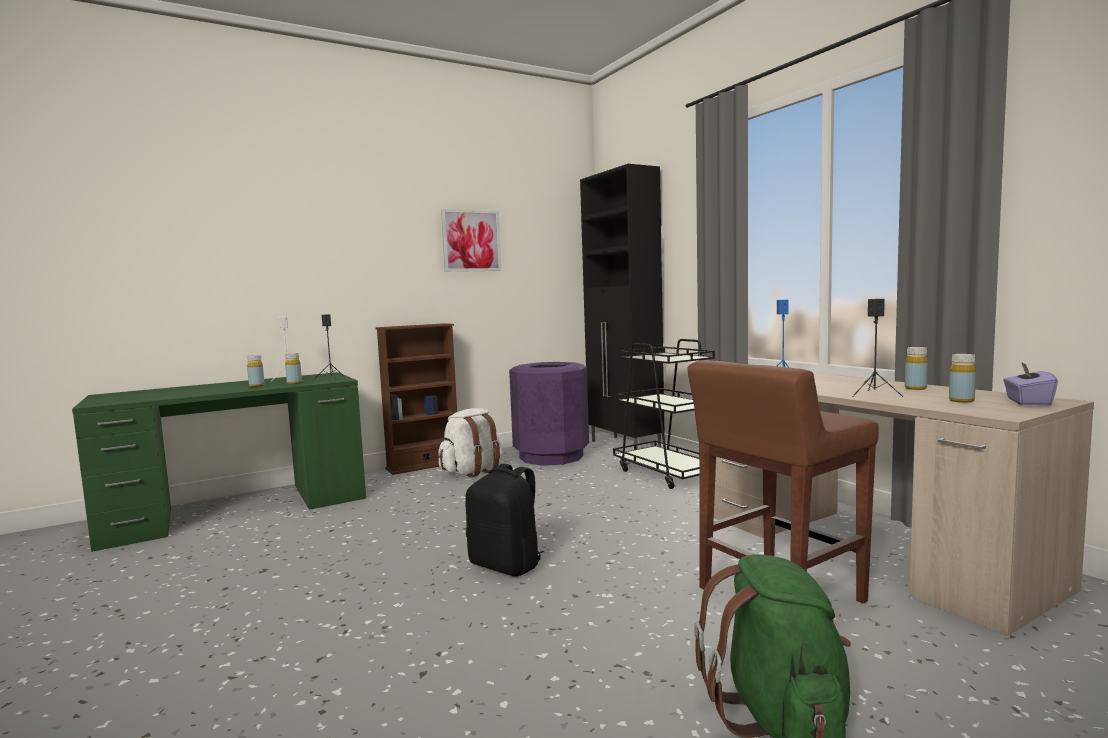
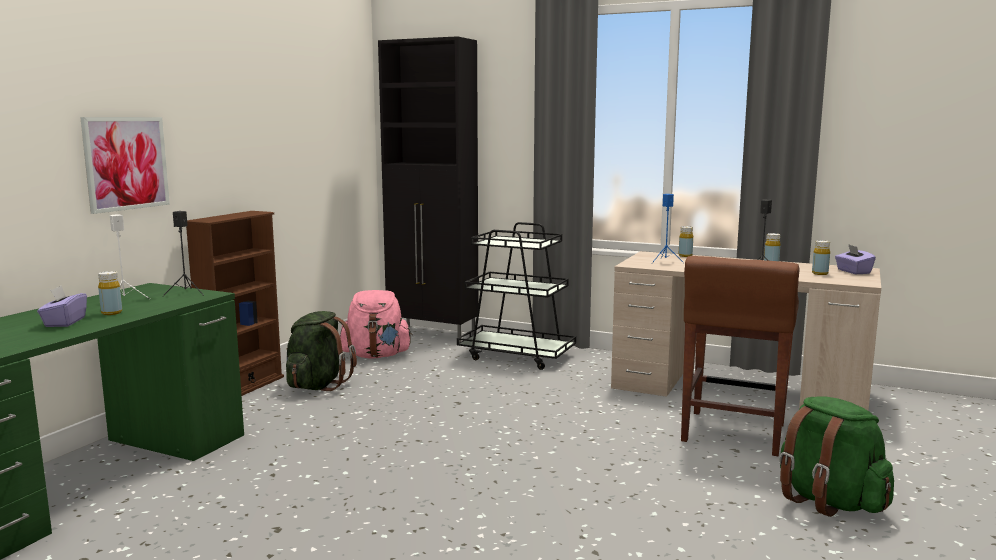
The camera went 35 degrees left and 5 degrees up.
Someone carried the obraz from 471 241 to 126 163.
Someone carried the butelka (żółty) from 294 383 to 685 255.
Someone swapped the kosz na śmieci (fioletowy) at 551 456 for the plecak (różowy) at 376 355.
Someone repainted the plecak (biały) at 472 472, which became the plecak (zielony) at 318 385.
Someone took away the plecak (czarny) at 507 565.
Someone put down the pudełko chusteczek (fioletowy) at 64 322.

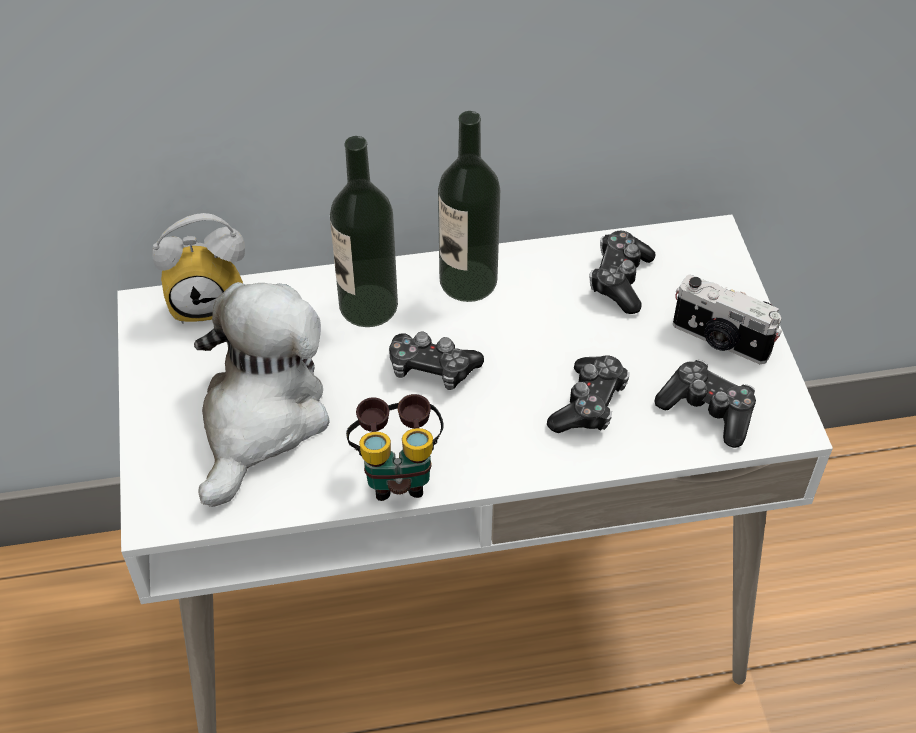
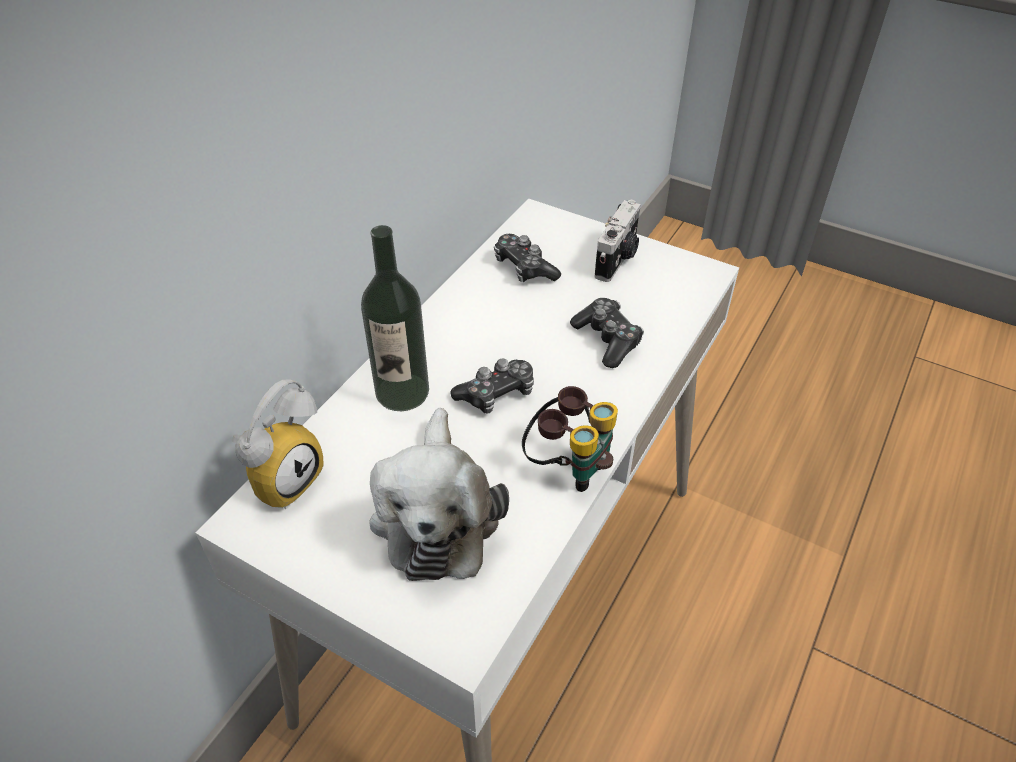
The camera went 50 degrees left and 5 degrees down.
Someone took away the butelka at 468 281.
Someone rotated the aparat fotograficzny at 720 341 by 45 degrees counterclockwise.
Someone rotated the pluszak at 261 418 by 150 degrees counterclockwise.
Someone took away the pad do gier at 707 410.

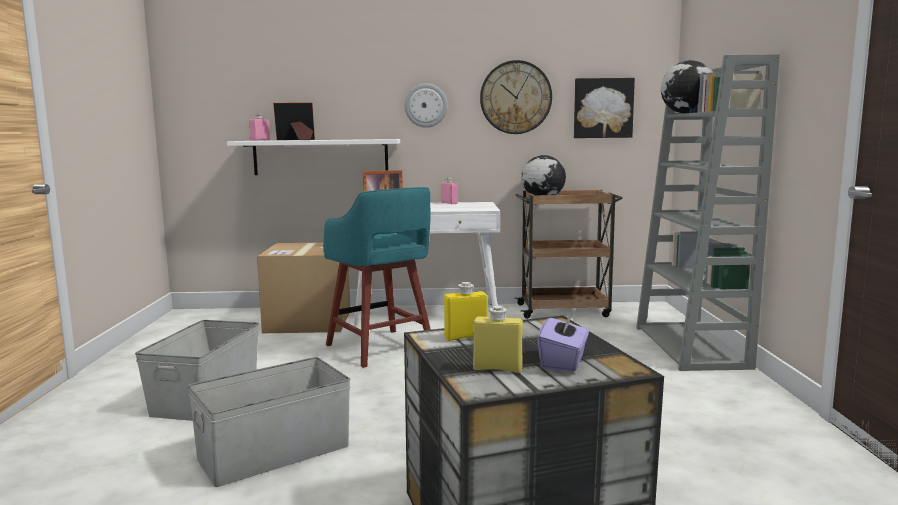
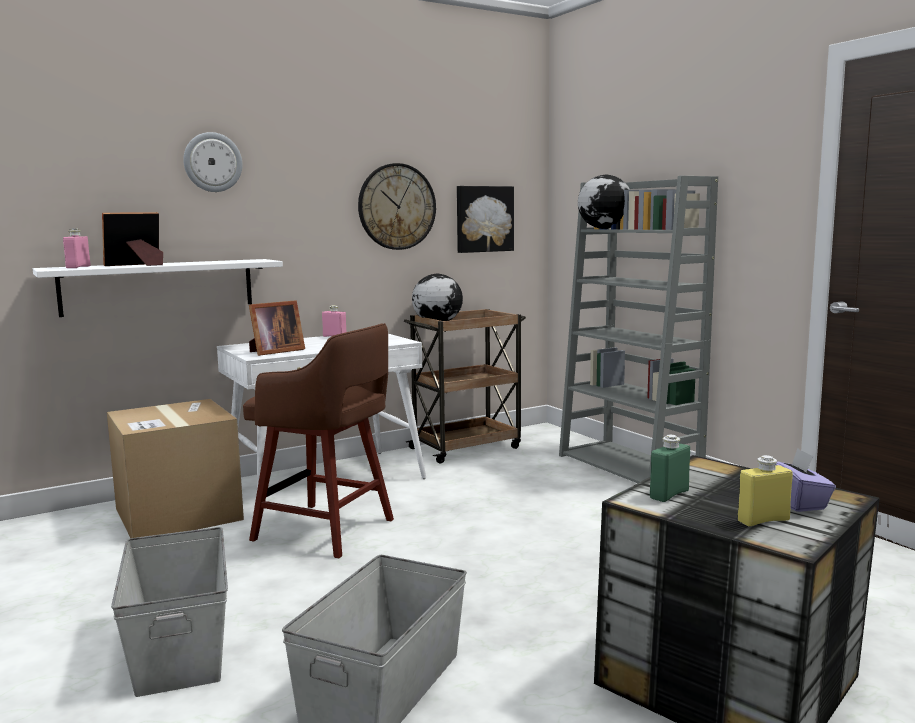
The camera went 30 degrees left and 0 degrees up.
Someone carried the zegar ścienny from 426 105 to 212 162.
Someone repainted the stołek (turkusowy) at 381 349, which became the stołek (brązowy) at 327 530.
Someone repainted the butelka (żółty) at 466 337, which became the butelka (zielony) at 669 494.

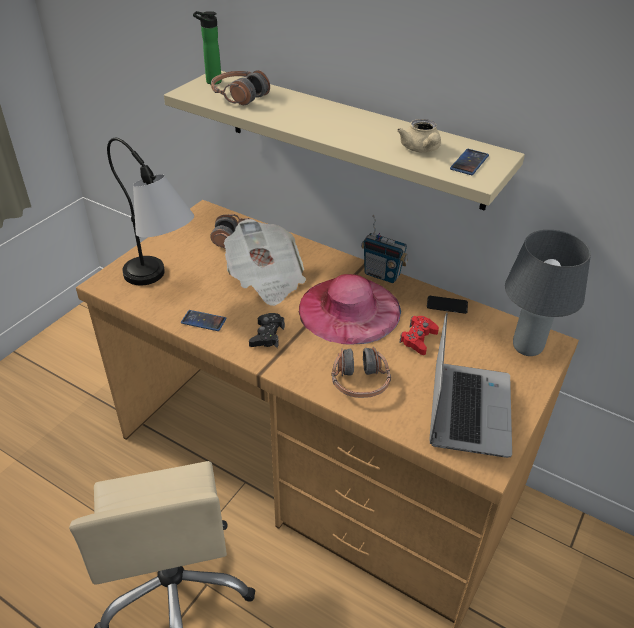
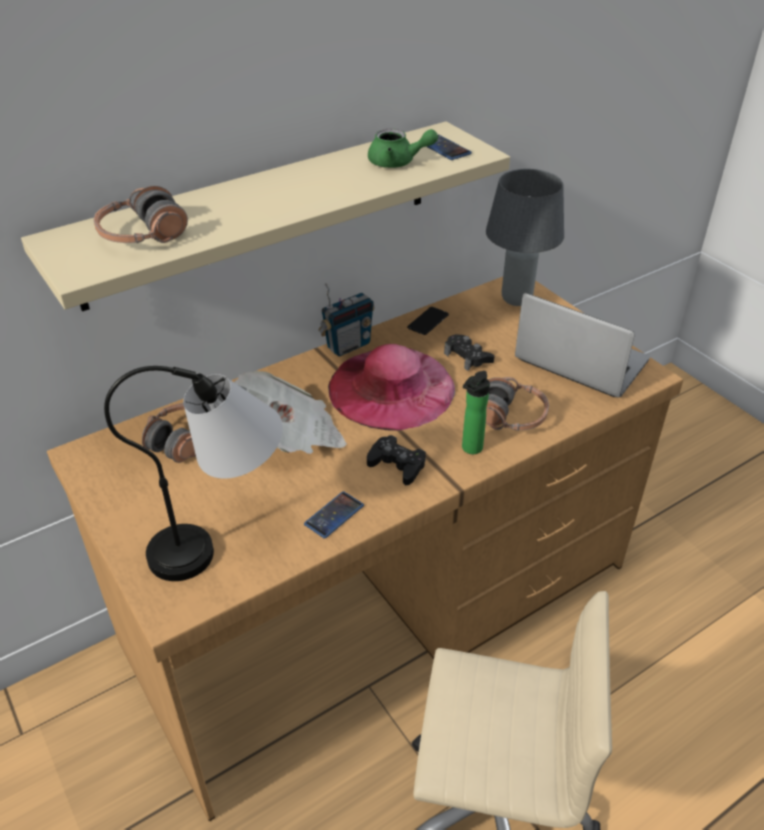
The camera went 65 degrees left and 0 degrees up.
Someone carried the butelka from 211 81 to 470 449.
Someone repainted the imbryk (beżowy) at 421 149, which became the imbryk (zielony) at 398 163.
Someone repainted the pad do gier (czerwony) at 418 339, which became the pad do gier (czarny) at 468 357.

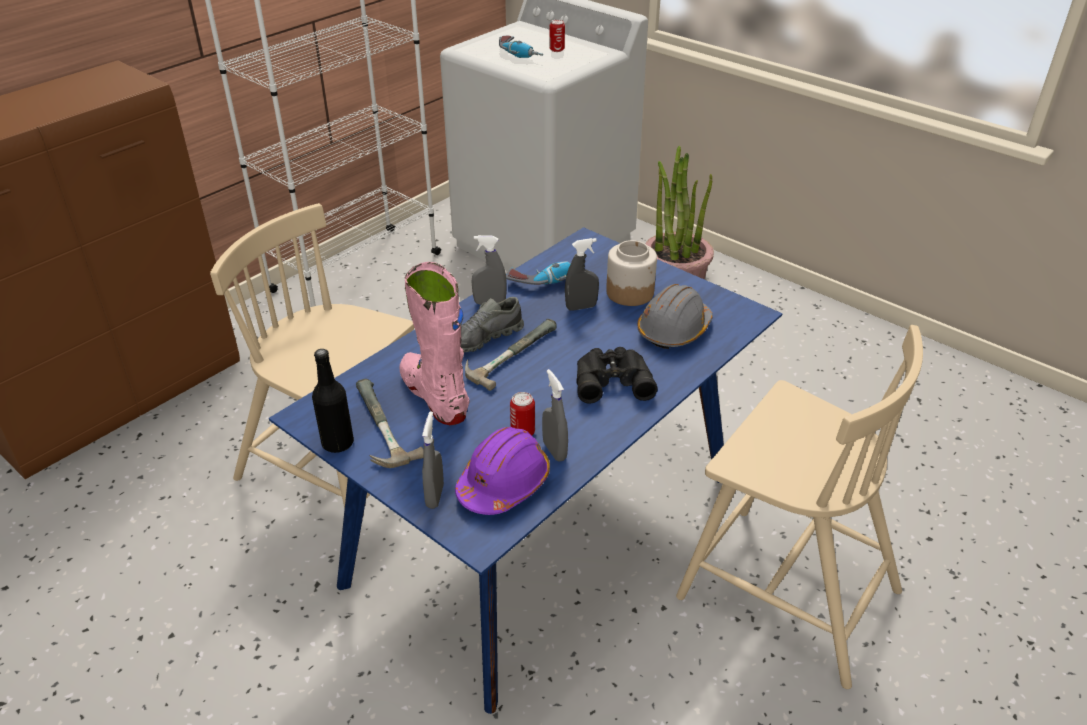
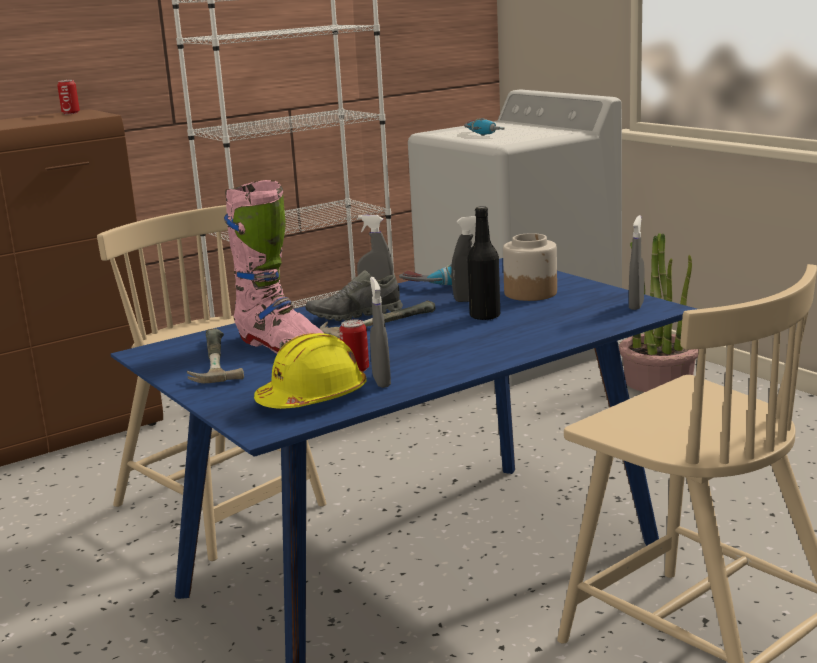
The camera went 15 degrees right and 20 degrees down.
Someone carried the puszka from 557 50 to 70 113.
Someone rotated the but z cholewką (różowy) at 435 396 by 150 degrees clockwise.
Someone took away the kask (szary) at 674 330.
Someone took away the lornetka (czarny) at 611 379.
Someone carried the butelka (czarny) from 337 443 to 485 316.
Someone carried the spryskiwacz (szary) from 435 496 to 636 305.
Someone repainted the kask (fioletowy) at 504 484, which became the kask (żółty) at 313 398.

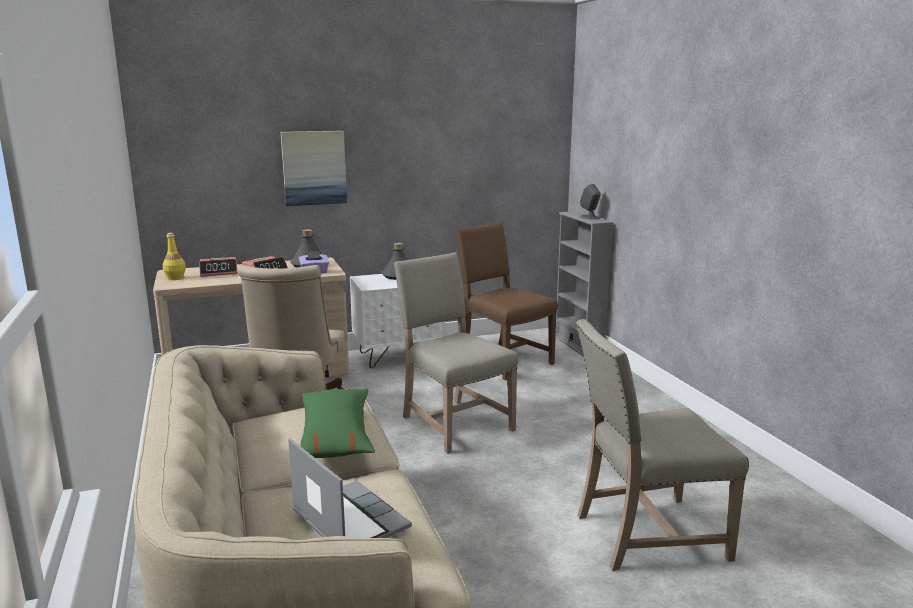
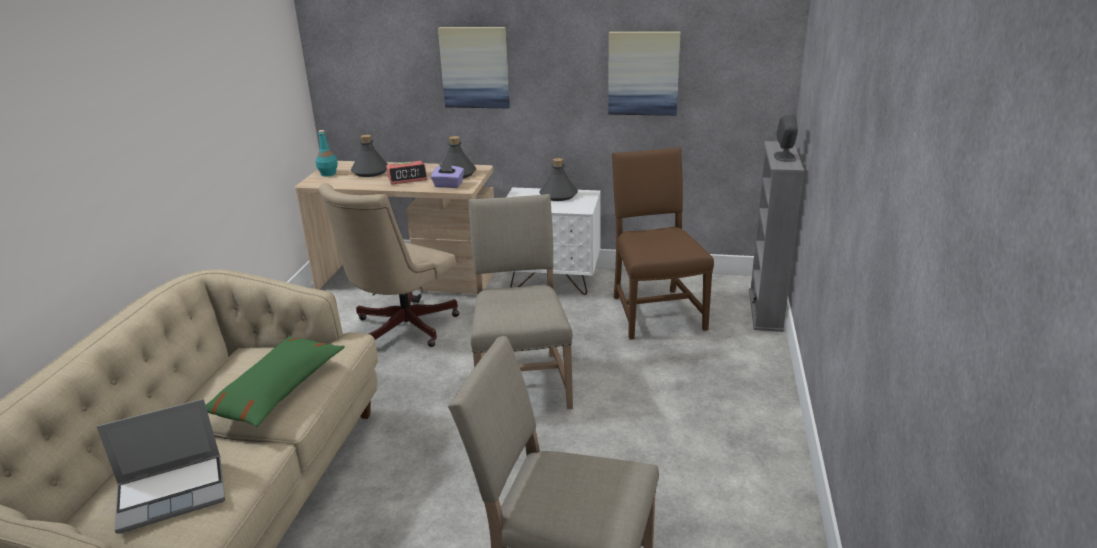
The camera went 30 degrees right and 10 degrees up.
Someone repainted the butelka (żółty) at 175 278, which became the butelka (turkusowy) at 328 174.
Someone swapped the budzik at 219 272 for the butelka (szary) at 370 172.
Someone rotated the laptop at 348 520 by 75 degrees clockwise.
Someone put up the obraz at 643 73.

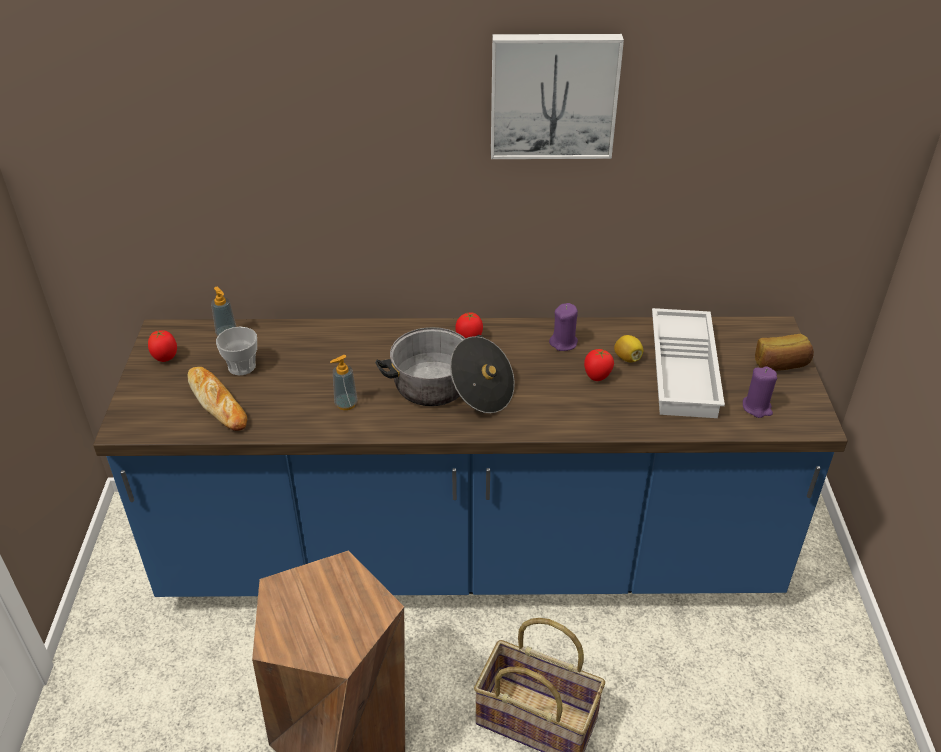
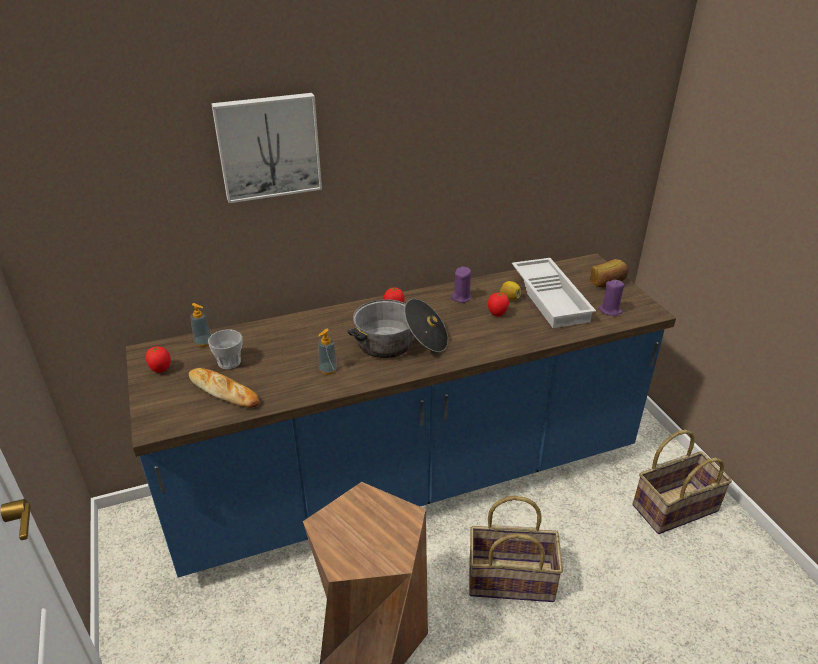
The camera went 20 degrees left and 5 degrees down.
Someone carried the obraz from 553 95 to 268 146.
Someone put down the koszyk at 674 507.

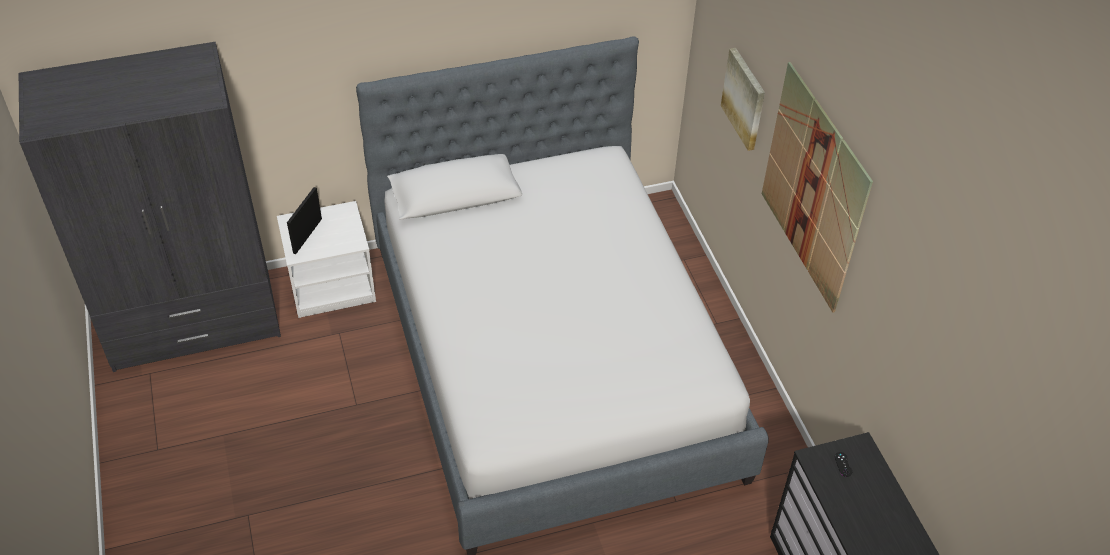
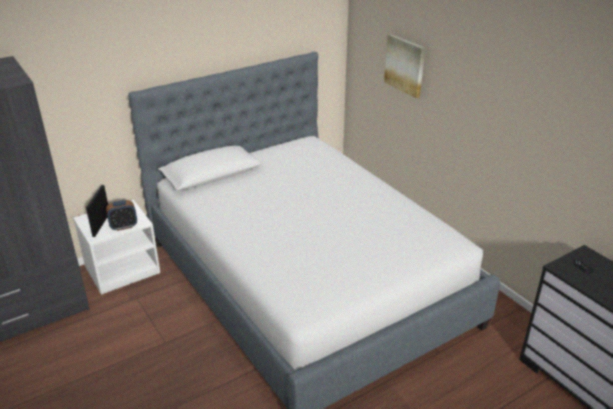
The camera went 15 degrees left and 15 degrees down.
Someone took away the obraz at 812 187.
Someone put down the budzik at 123 226.

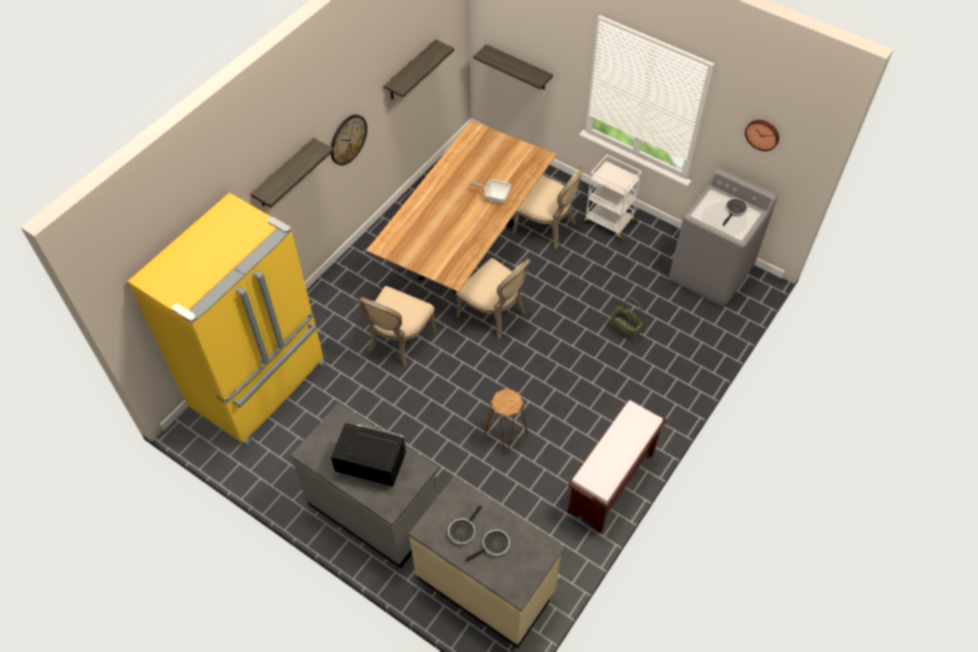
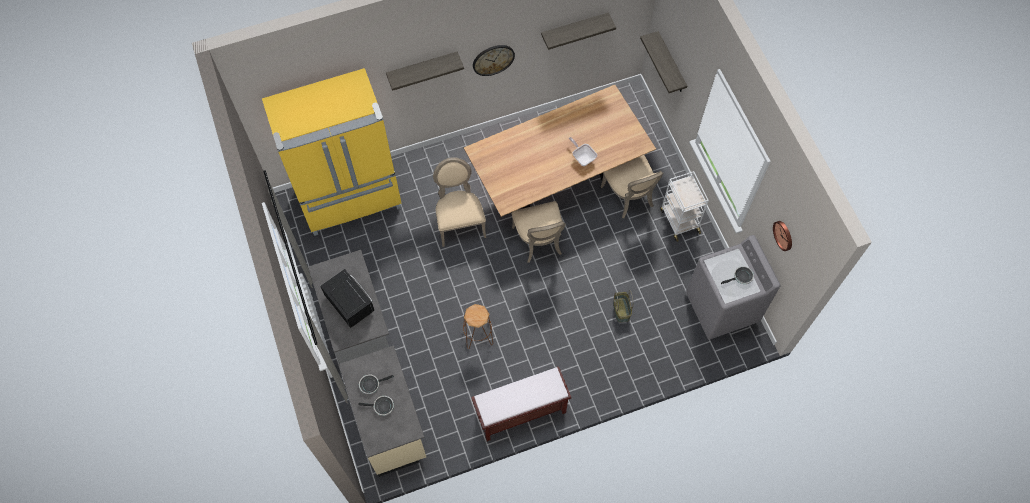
The camera went 35 degrees right and 10 degrees up.
Someone rotated the krzesło (beżowy) at 398 341 by 105 degrees clockwise.

